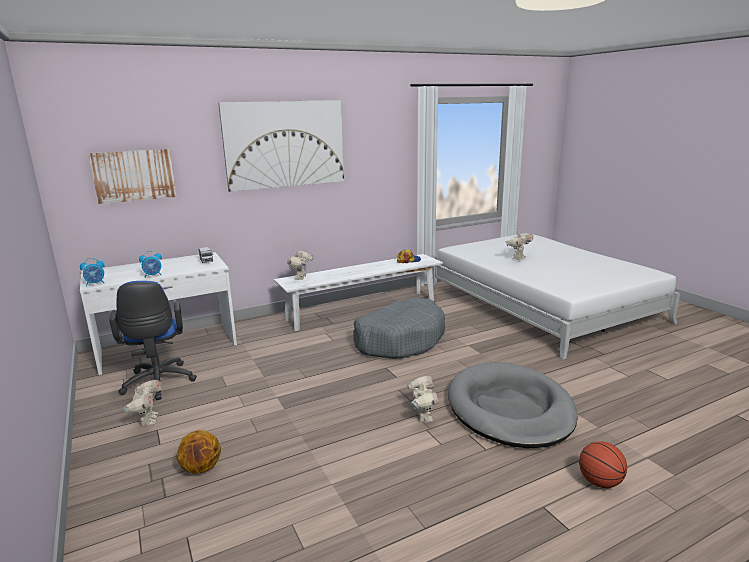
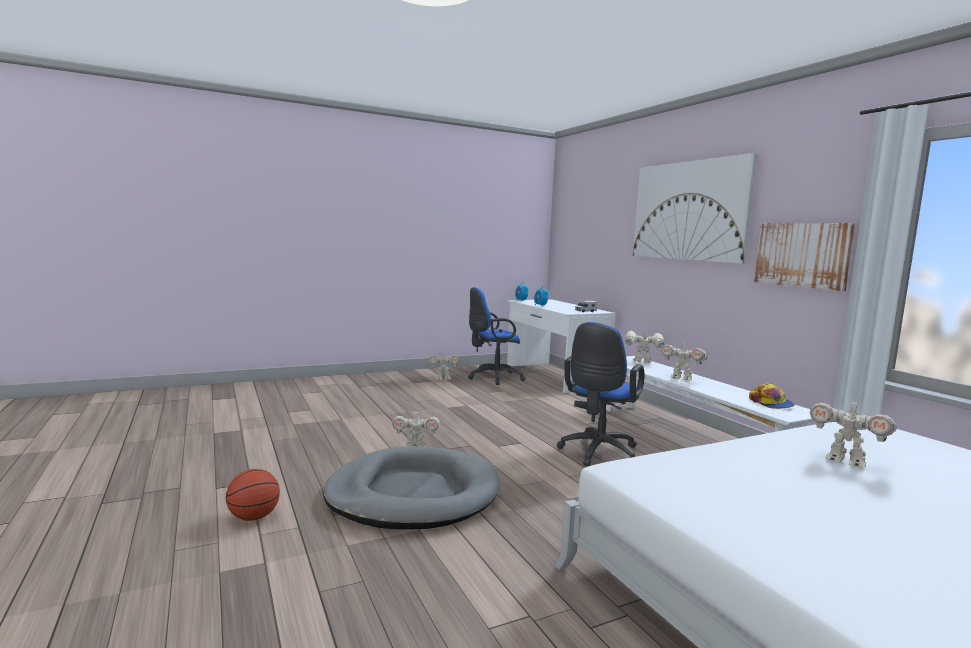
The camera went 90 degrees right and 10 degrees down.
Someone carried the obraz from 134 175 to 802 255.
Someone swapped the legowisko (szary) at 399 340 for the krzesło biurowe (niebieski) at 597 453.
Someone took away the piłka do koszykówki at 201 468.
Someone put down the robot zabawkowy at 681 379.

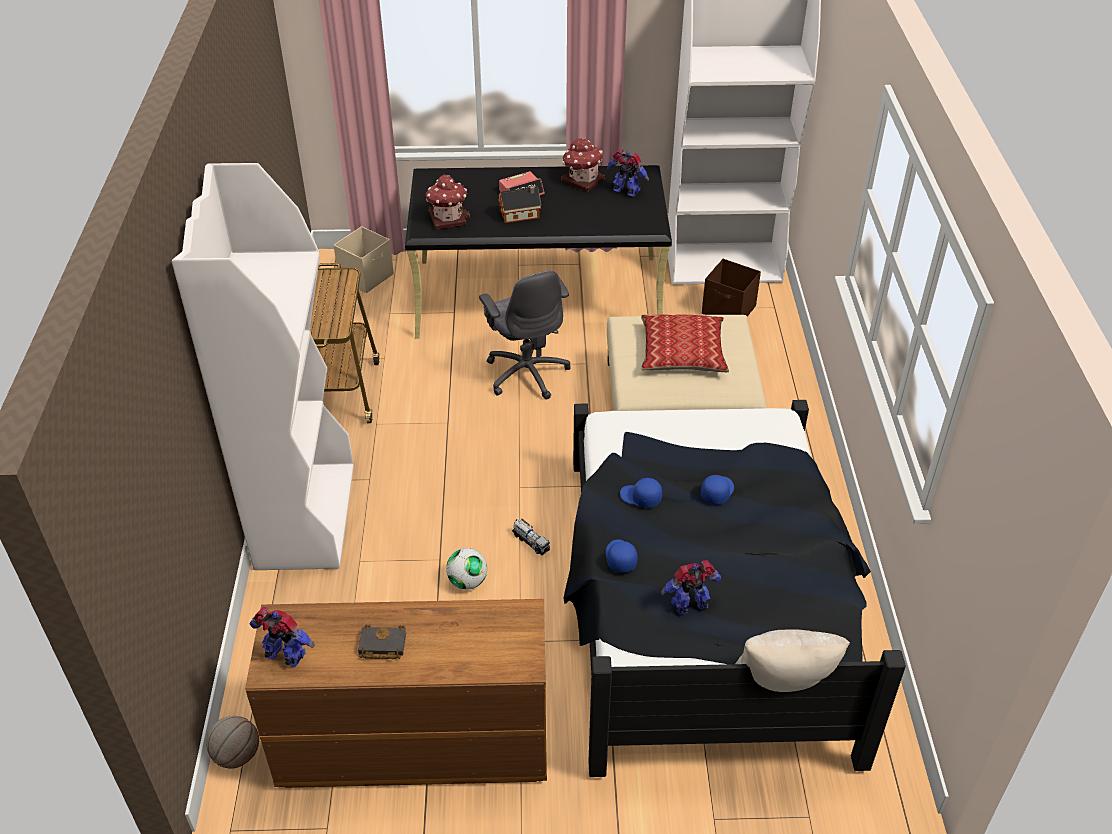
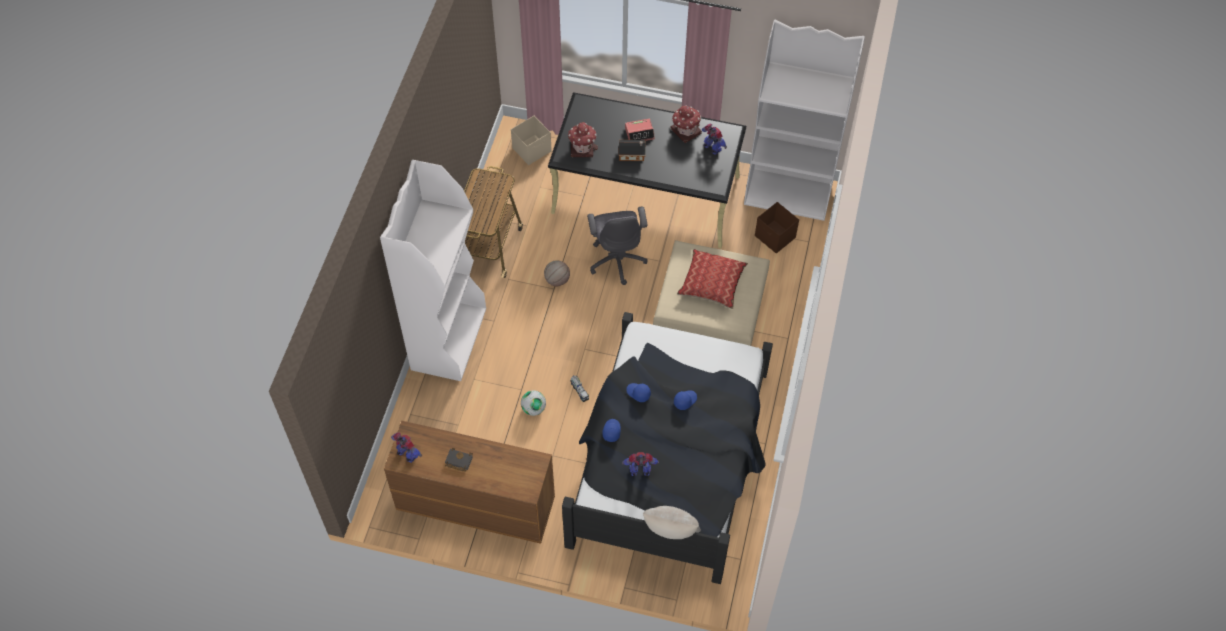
The camera went 15 degrees right and 15 degrees up.
Someone carried the piłka do koszykówki from 237 755 to 557 280.

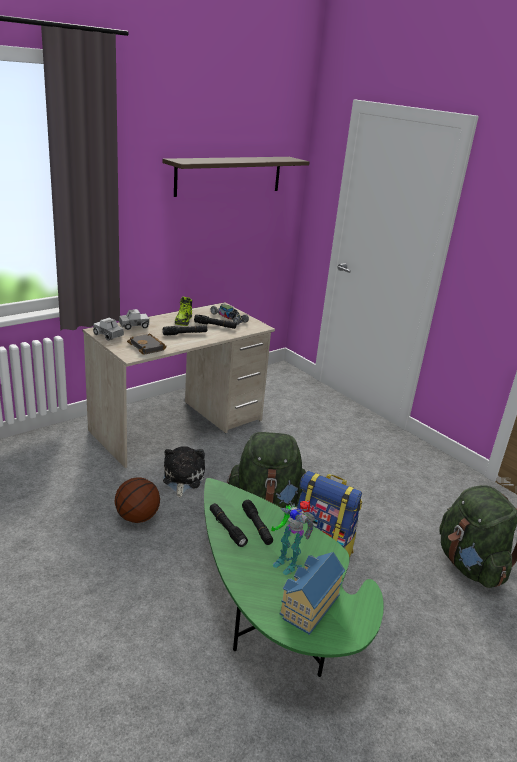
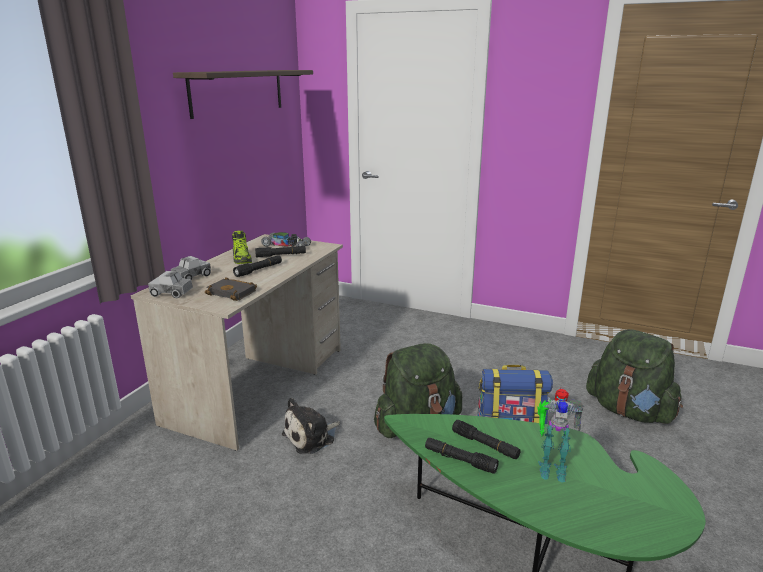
The camera went 25 degrees left and 5 degrees down.
Someone rotated the pluszak at 182 479 by 105 degrees counterclockwise.
Someone took away the piłka do koszykówki at 137 517.
Someone took away the domek at 308 605.

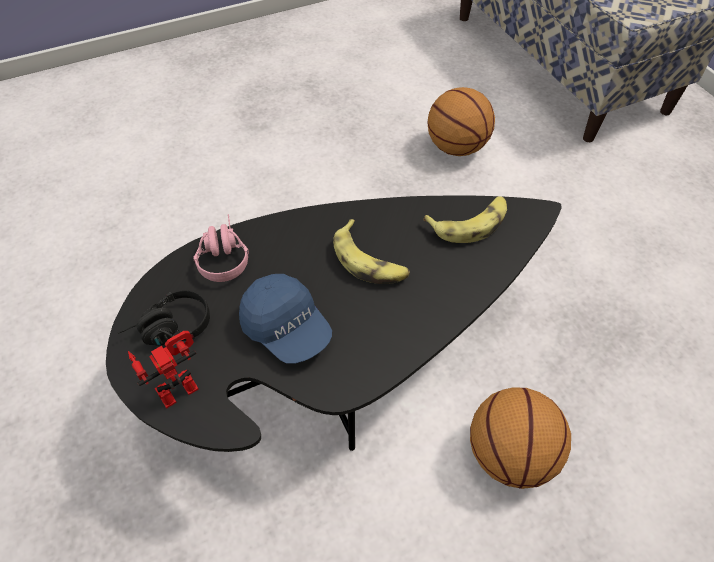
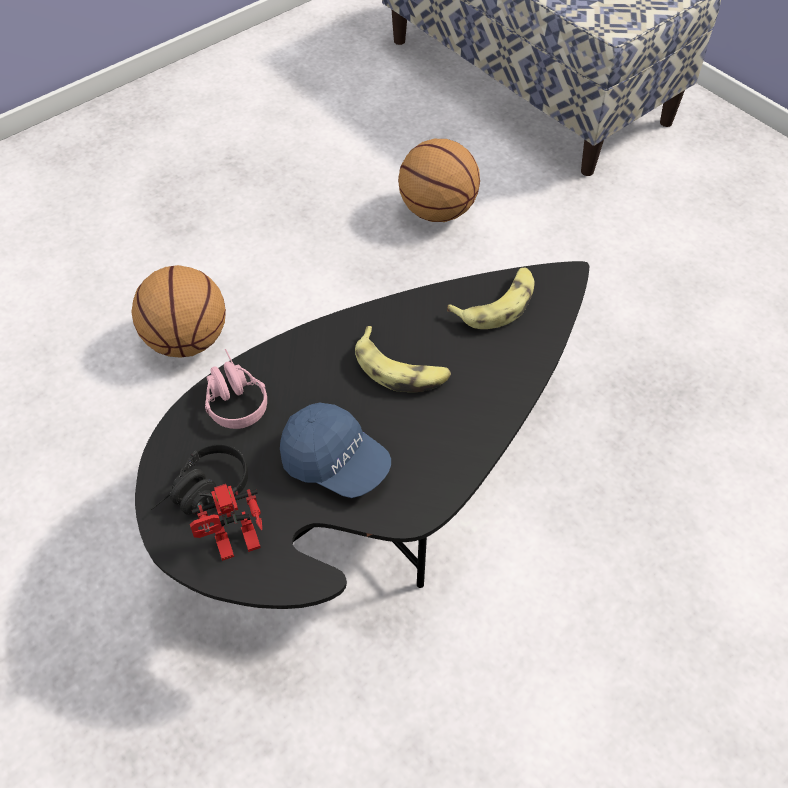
The camera went 15 degrees left and 0 degrees up.
Someone rotated the robot zabawkowy at 177 384 by 150 degrees counterclockwise.
Someone carried the piłka do koszykówki from 510 455 to 188 341.

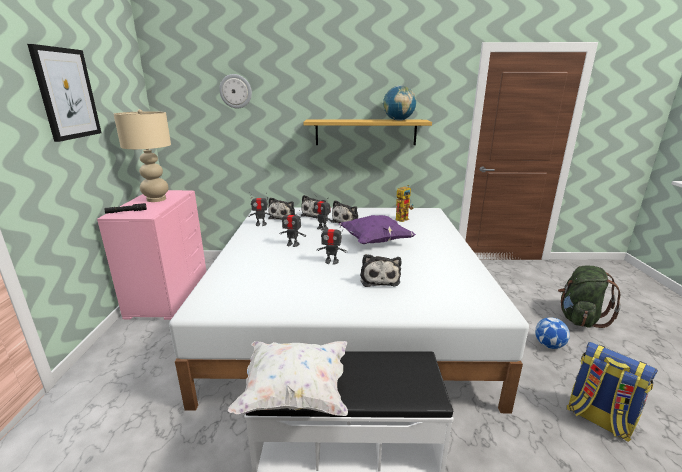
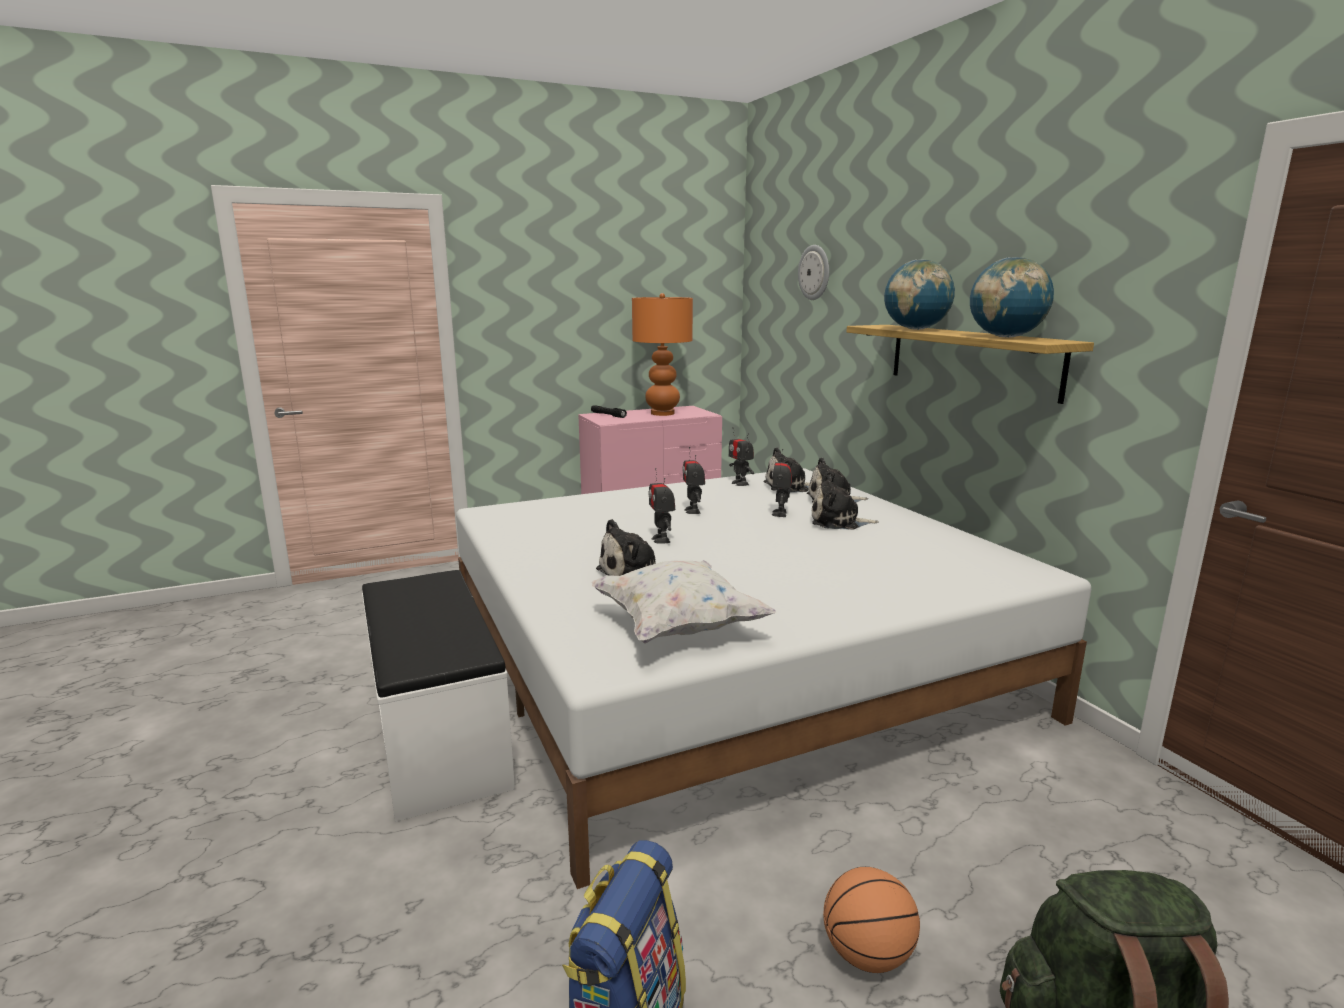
The camera went 65 degrees right and 5 degrees down.
Someone took away the obraz at 66 94.
Someone repainted the lampa stołowa (beżowy) at 156 199, which became the lampa stołowa (pomarańczowy) at 663 413.
Someone took away the robot zabawkowy at 403 218.
Someone took away the poduszka (fioletowy) at 375 241.
Someone swapped the piłka futbolowa at 548 345 for the piłka do koszykówki at 867 954.
Someone carried the poduszka (biały) from 295 392 to 677 627.
Someone put down the globus at 915 329.

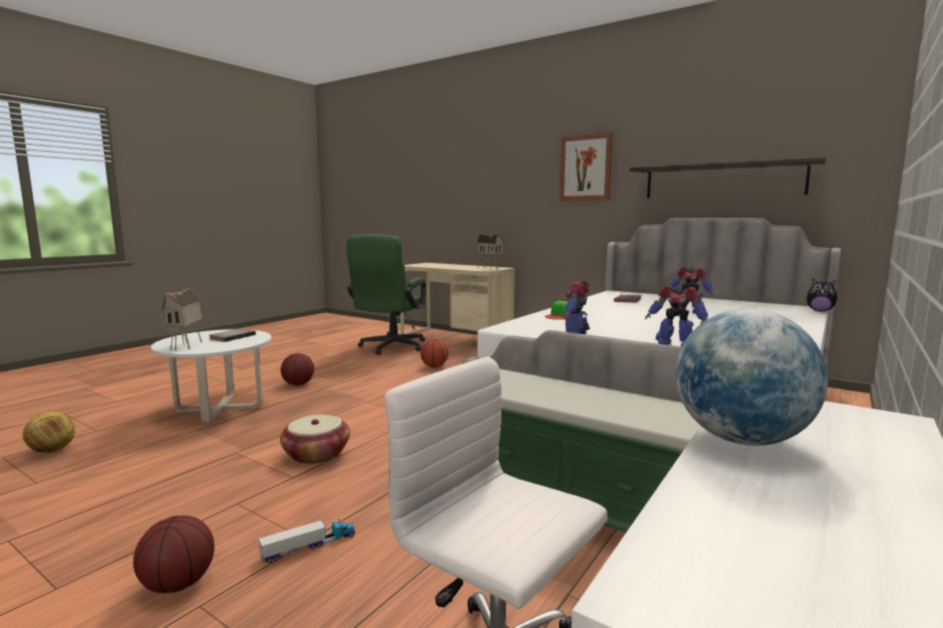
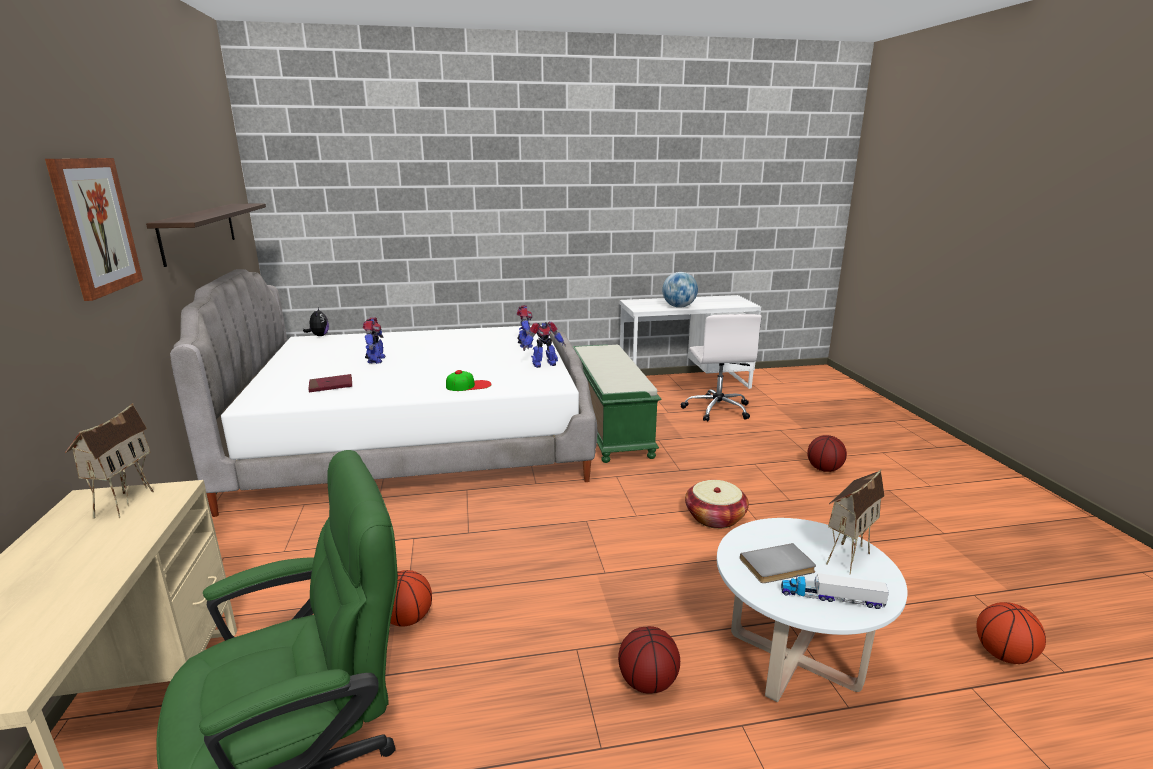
The camera went 135 degrees left and 10 degrees up.
Someone swapped the piłka futbolowa at 51 451 for the piłka do koszykówki at 1003 655.
Someone carried the ciężarówka zabawkowa from 309 546 to 831 598.

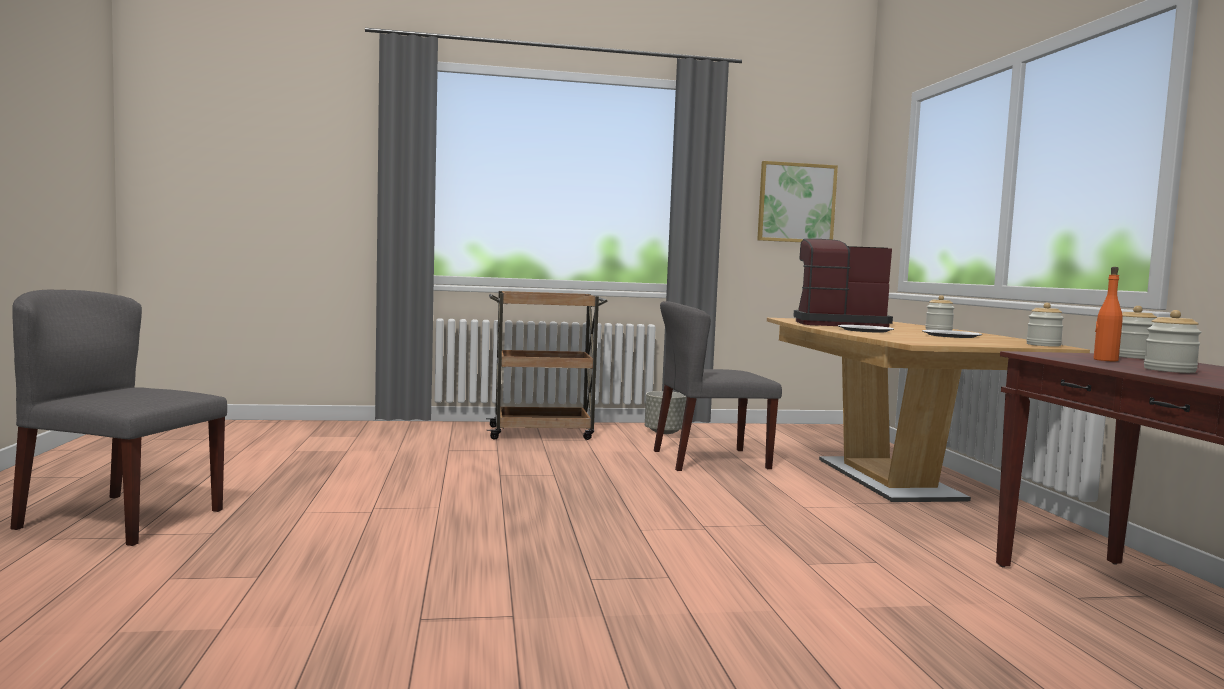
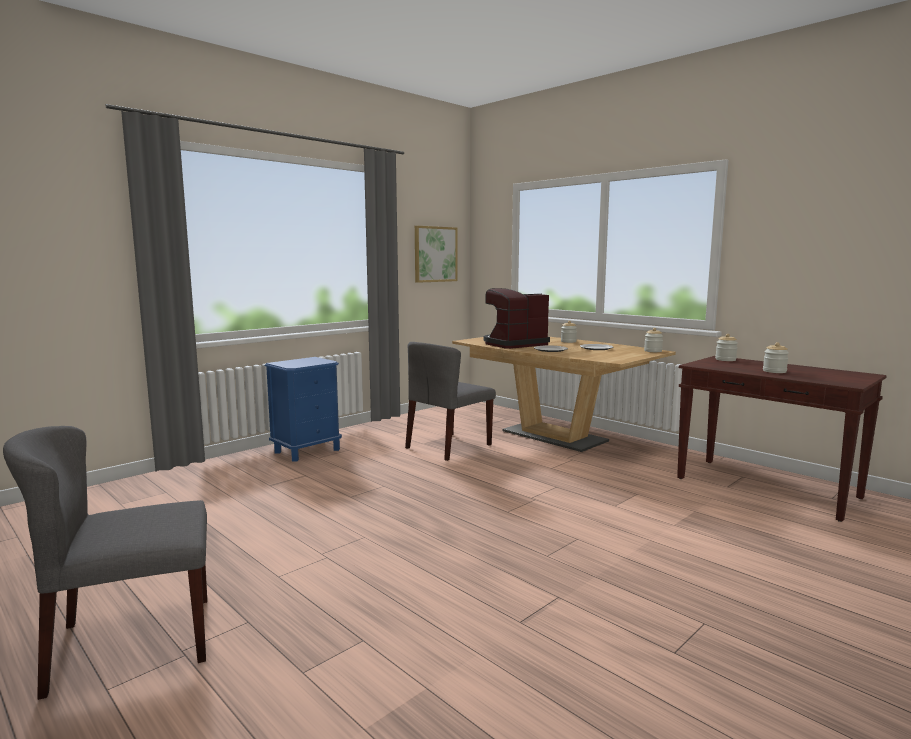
The camera went 35 degrees left and 5 degrees up.
Someone took away the butelka (pomarańczowy) at 1105 360.
Someone swapped the wózek (brązowy) at 543 433 for the szafka nocna (niebieski) at 307 451.
Someone took away the donica (szary) at 664 432.

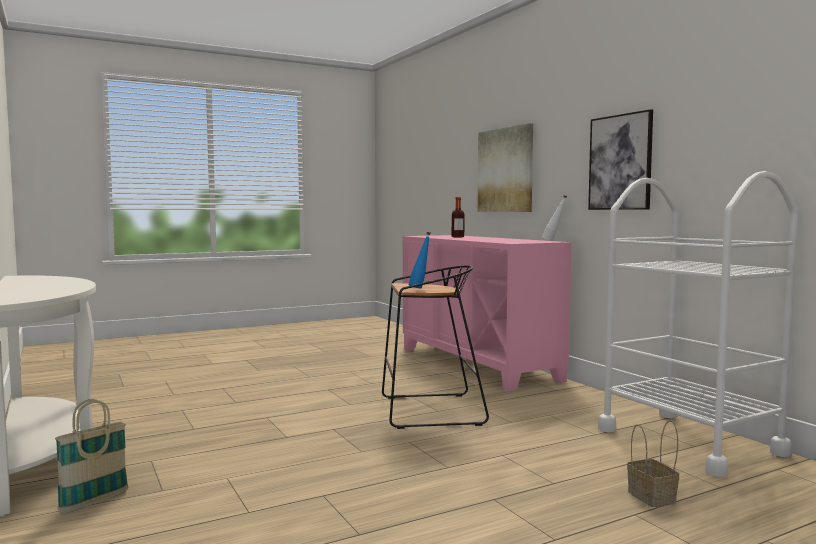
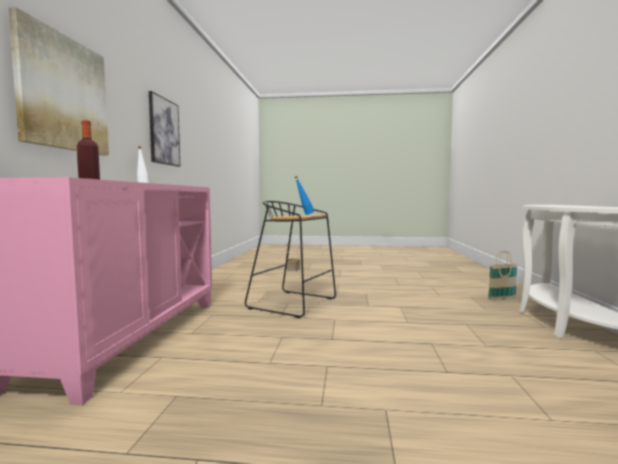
The camera went 145 degrees left and 0 degrees up.
Someone took away the wózek (biały) at 689 441.

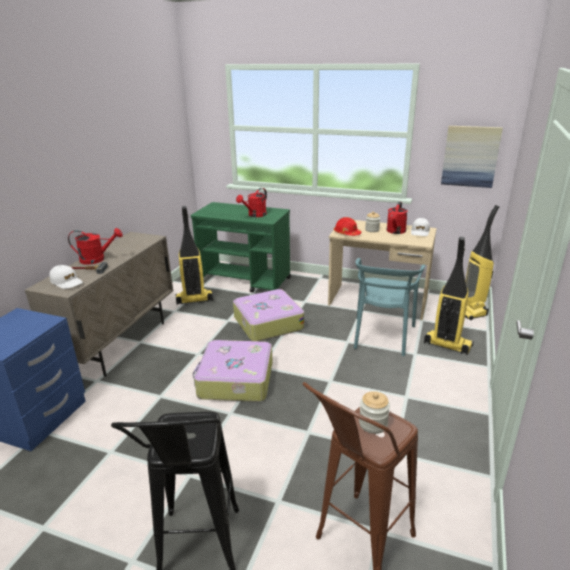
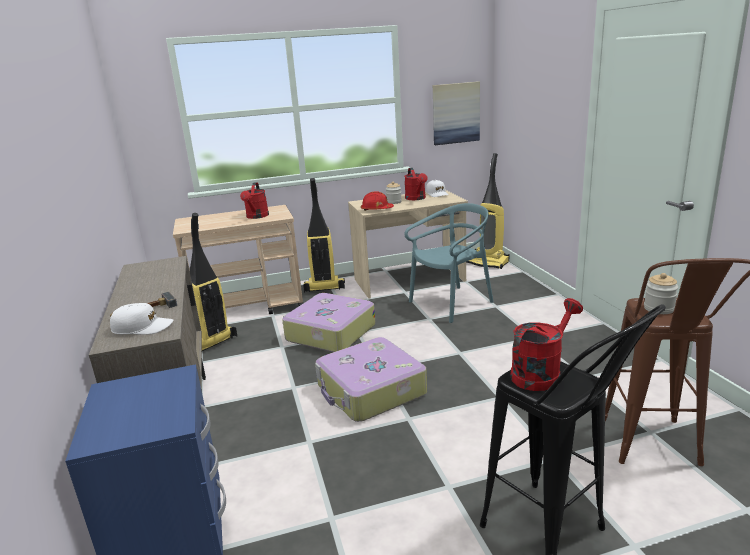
The camera went 35 degrees left and 5 degrees down.
Someone repainted the wózek (zielony) at 245 281, which became the wózek (beżowy) at 248 307.
Someone carried the konewka (czerwony) from 97 259 to 540 373.
Someone carried the odkurzacz from 447 345 to 324 288.
Someone rotated the krzesło (turkusowy) at 382 336 by 105 degrees counterclockwise.

